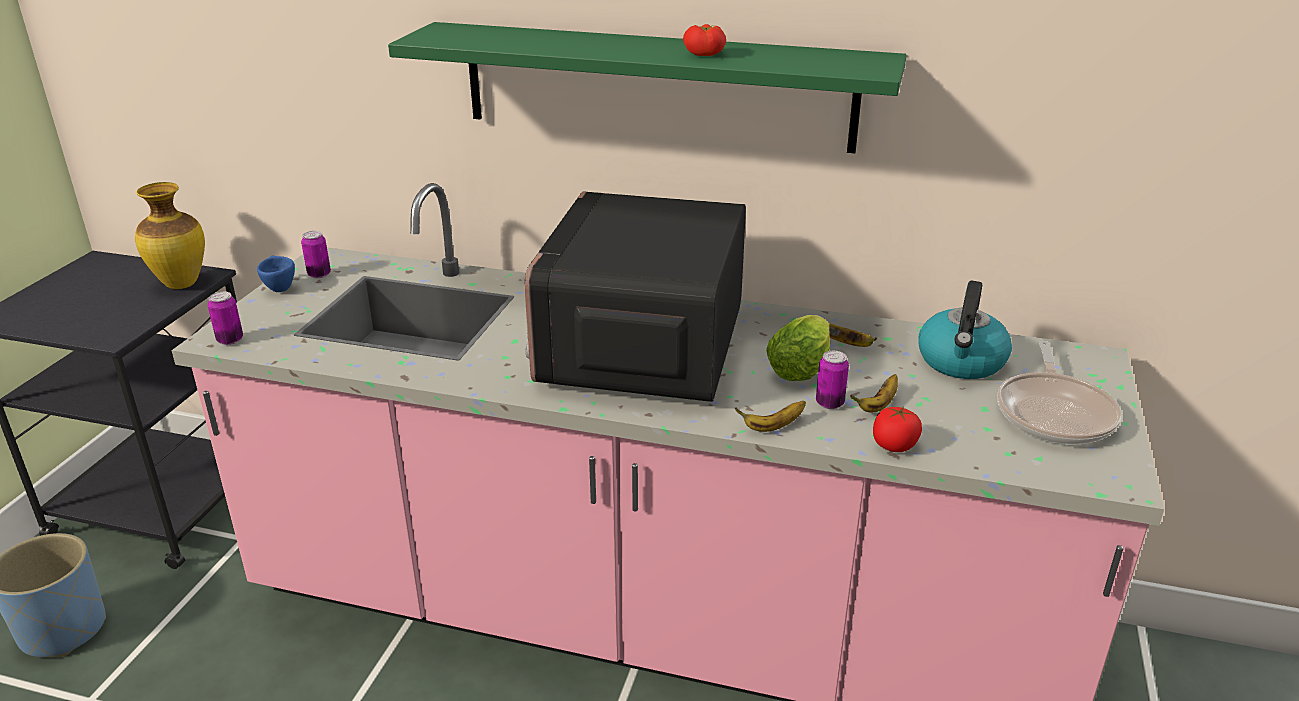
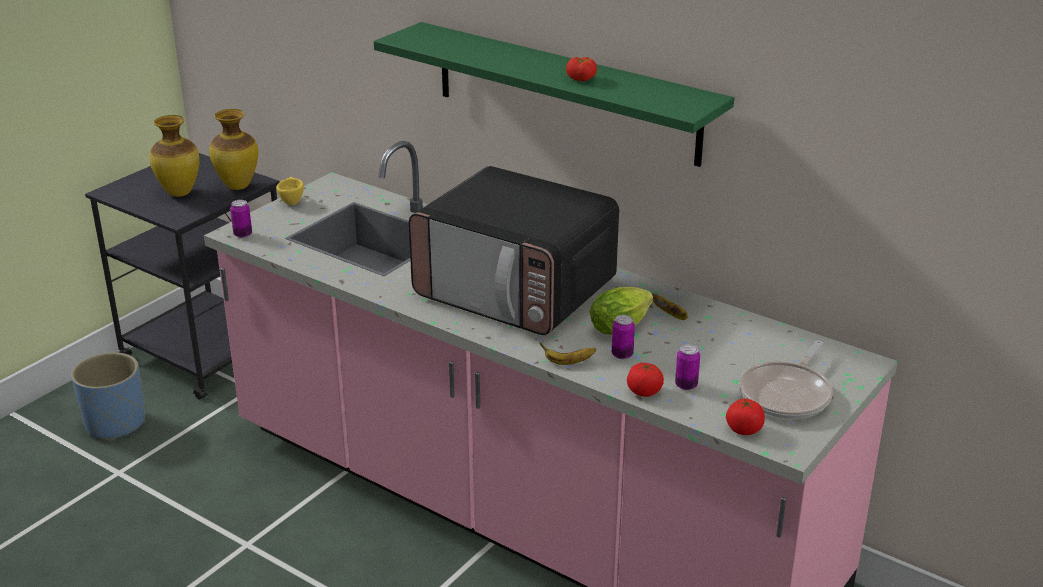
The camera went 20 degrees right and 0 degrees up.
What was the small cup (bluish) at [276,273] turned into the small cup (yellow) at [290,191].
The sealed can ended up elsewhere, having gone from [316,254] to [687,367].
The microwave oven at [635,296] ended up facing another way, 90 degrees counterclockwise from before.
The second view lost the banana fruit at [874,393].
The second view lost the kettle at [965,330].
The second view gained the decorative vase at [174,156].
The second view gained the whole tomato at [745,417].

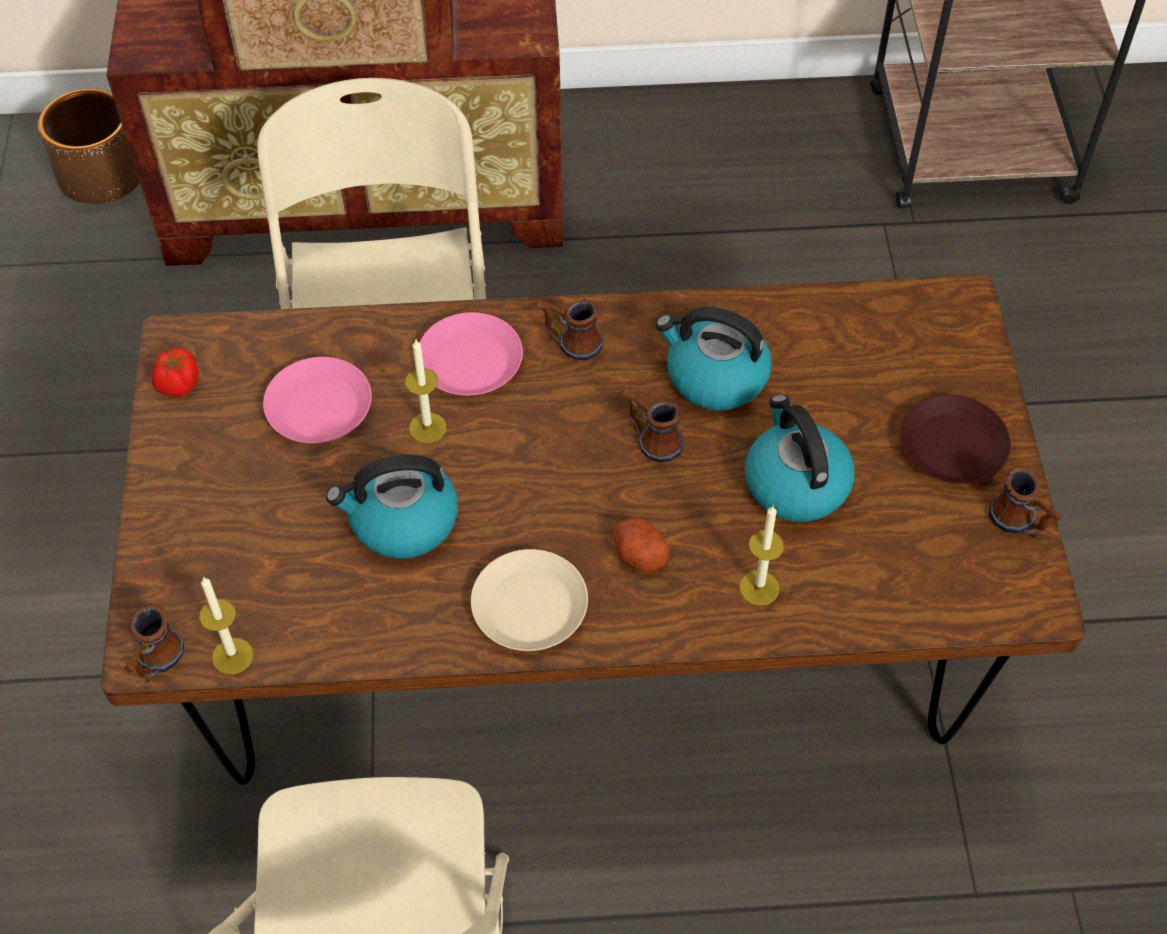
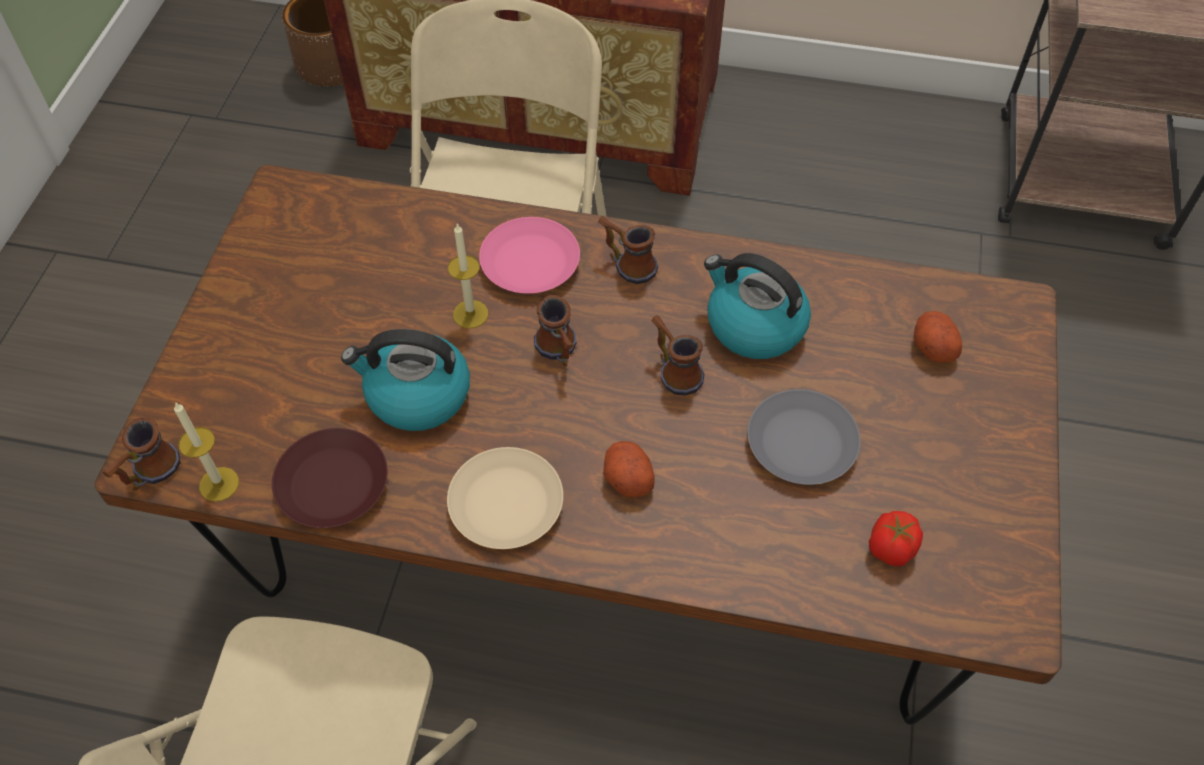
The camera went 15 degrees right and 0 degrees up.
The whole tomato ended up elsewhere, having gone from [175,372] to [896,538].
The second view lost the flat dish (pink) at [317,400].
The second view lost the candle at [761,556].
Where the kettle stood at [800,458], the flat dish (gray) came to stand at [804,437].
The flat dish (brown) ended up elsewhere, having gone from [955,439] to [330,478].
The coffee mug ended up elsewhere, having gone from [1025,502] to [555,330].
The second view gained the potato at [938,337].

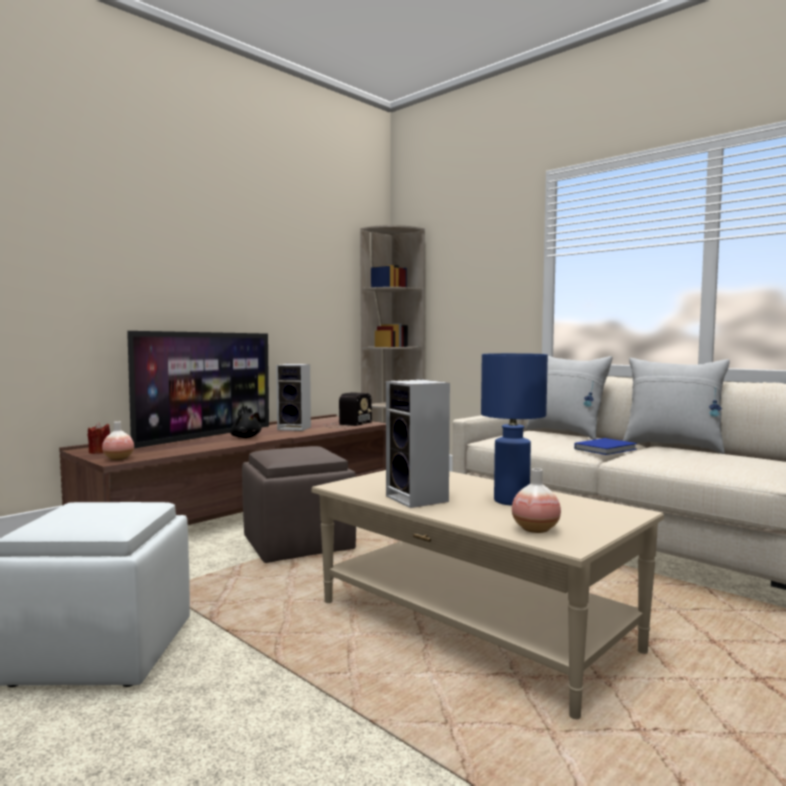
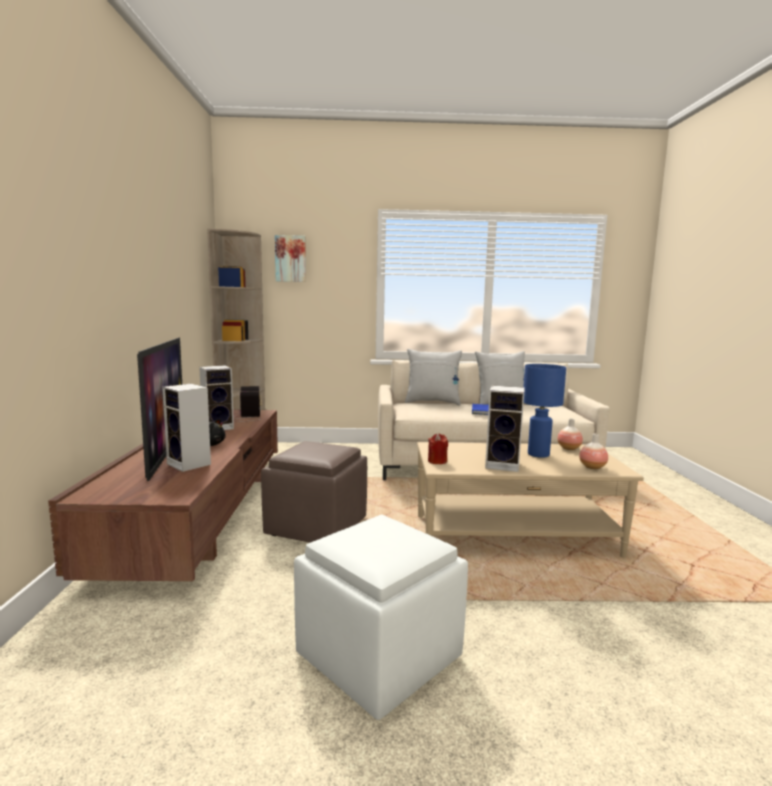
The camera went 45 degrees left and 5 degrees up.
The candle (red) ended up elsewhere, having gone from [99,438] to [438,449].
The decorative vase ended up elsewhere, having gone from [118,440] to [570,434].
The second view gained the speaker at [186,428].
The second view gained the wall art at [290,258].

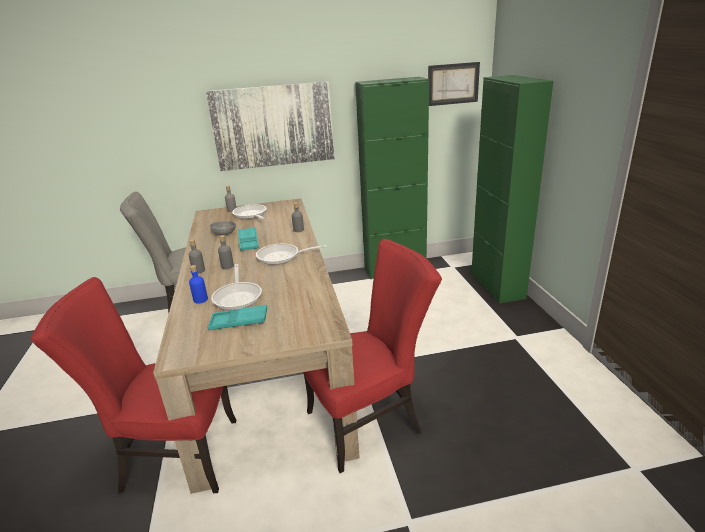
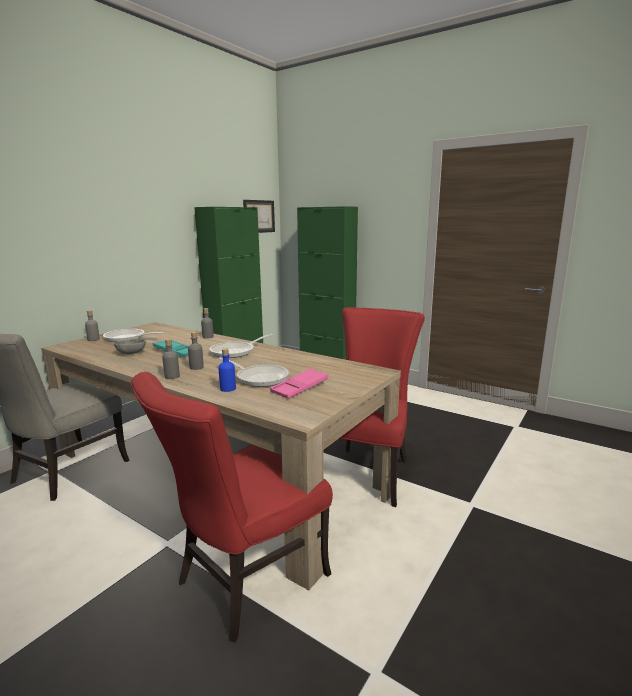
The camera went 45 degrees left and 10 degrees down.
The second view lost the wall art at [270,126].
What was the carrying tray (blue-green) at [237,317] turned into the carrying tray (pink) at [299,383].

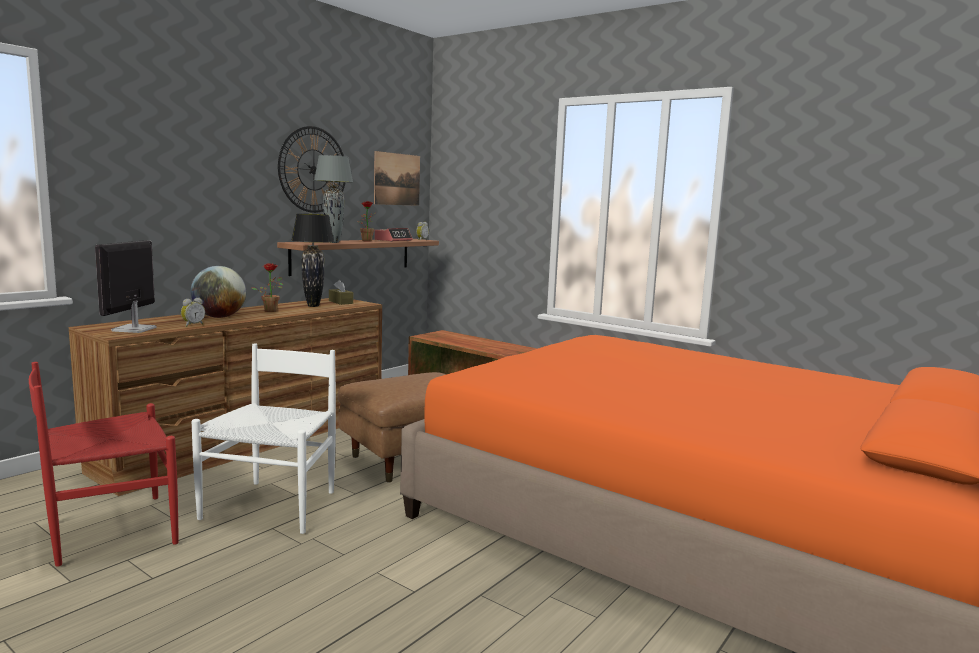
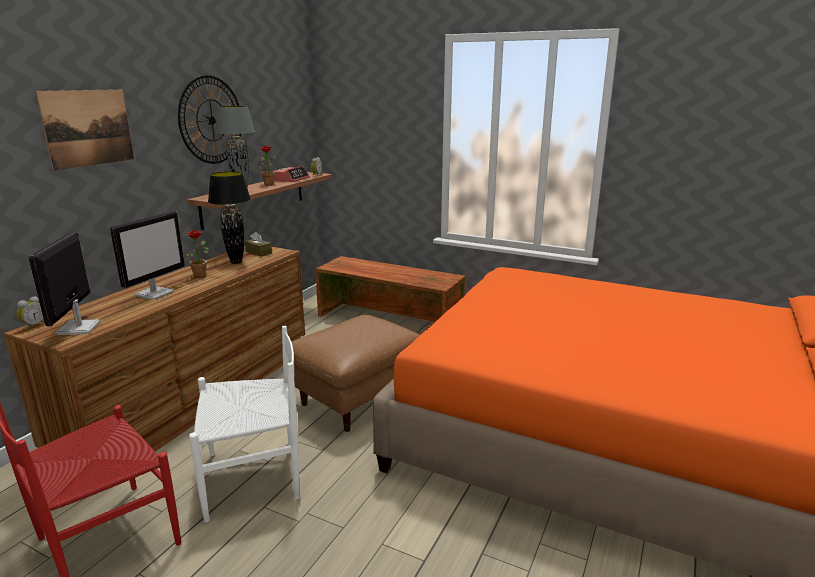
The camera went 10 degrees left and 10 degrees up.
The bedside clock ended up elsewhere, having gone from [193,312] to [30,313].
Where the globe stood at [218,292], the computer display came to stand at [147,255].
The chair (whitish) at [264,438] ended up facing another way, 75 degrees clockwise from before.
The wall art ended up elsewhere, having gone from [397,178] to [85,130].

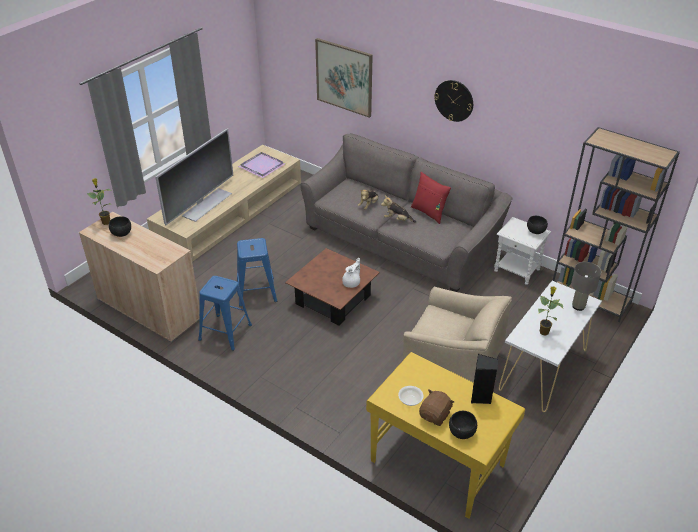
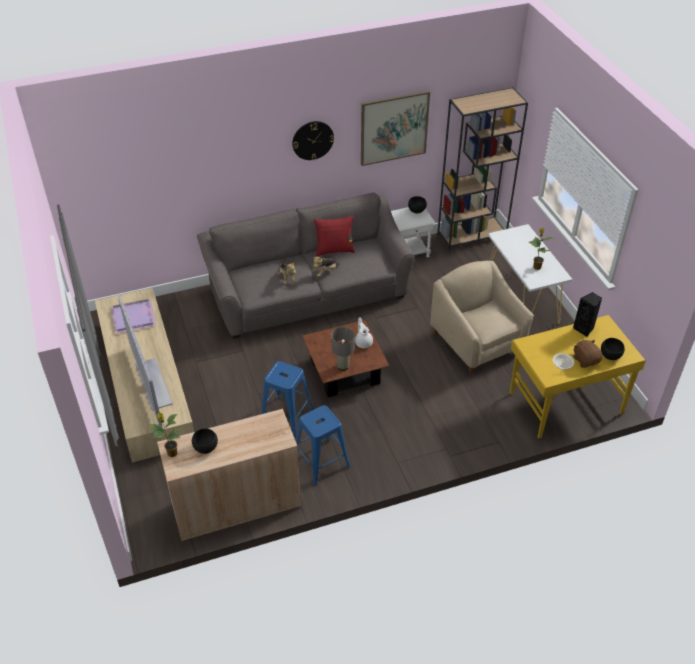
The camera went 55 degrees left and 5 degrees up.
The wall art ended up elsewhere, having gone from [344,78] to [395,128].
The easy chair (beige-coloured) at [457,334] ended up facing another way, 90 degrees counterclockwise from before.
The table lamp (gray) ended up elsewhere, having gone from [586,286] to [343,349].

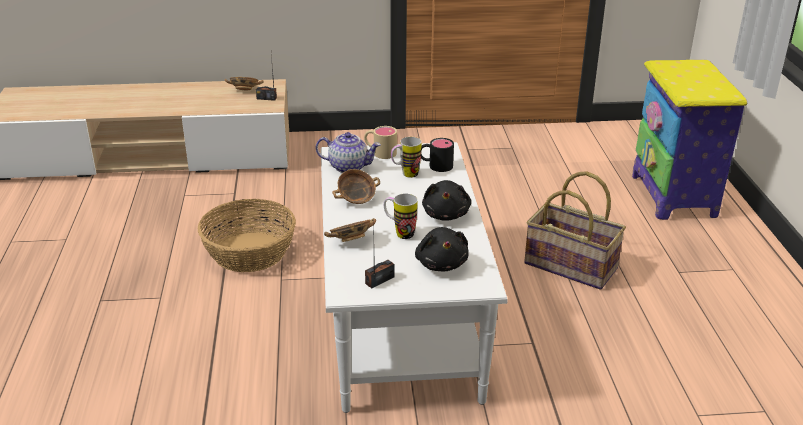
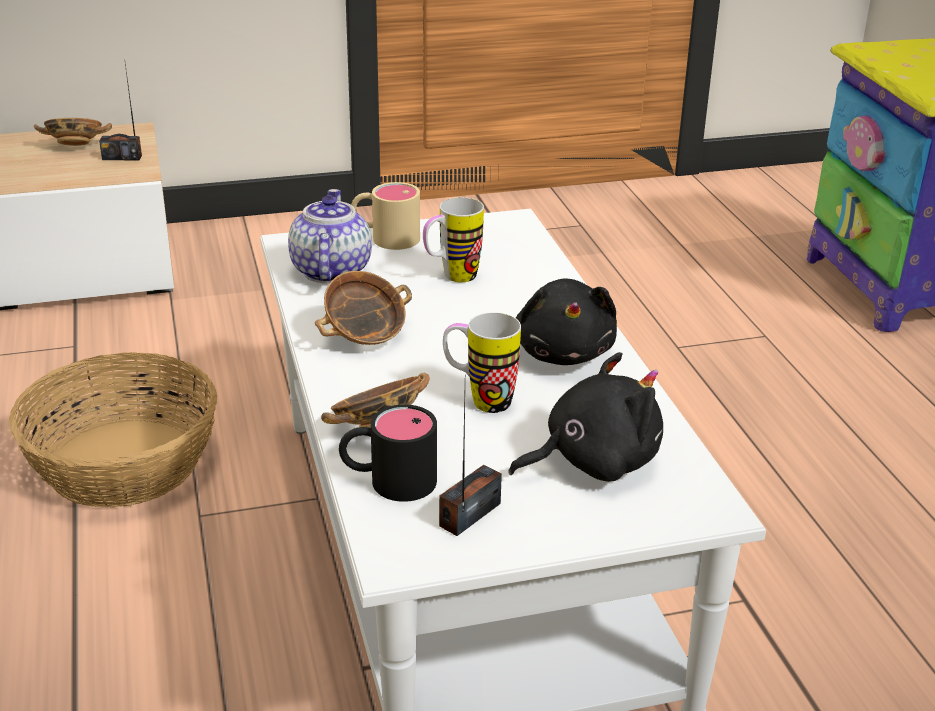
The camera went 10 degrees left and 0 degrees up.
The pot for tea at [348,152] ended up facing another way, 90 degrees counterclockwise from before.
The plush toy (black) at [442,249] ended up facing another way, 90 degrees counterclockwise from before.
The coffee mug (black) ended up elsewhere, having gone from [437,155] to [388,453].
The second view lost the storage basket at [575,230].

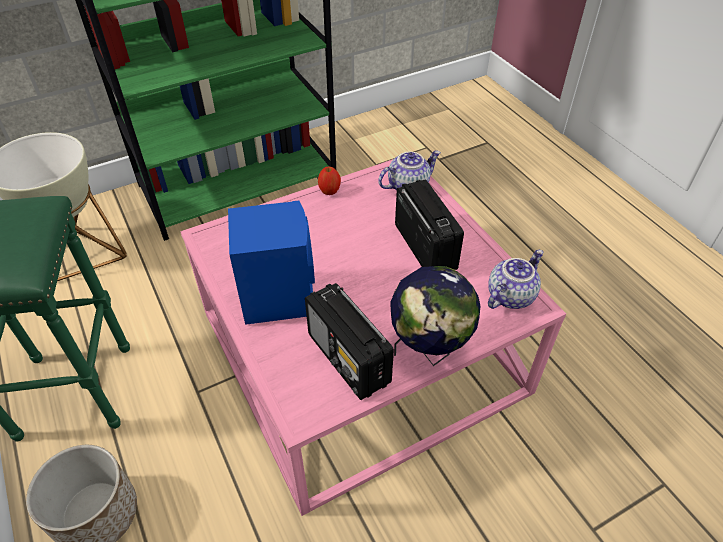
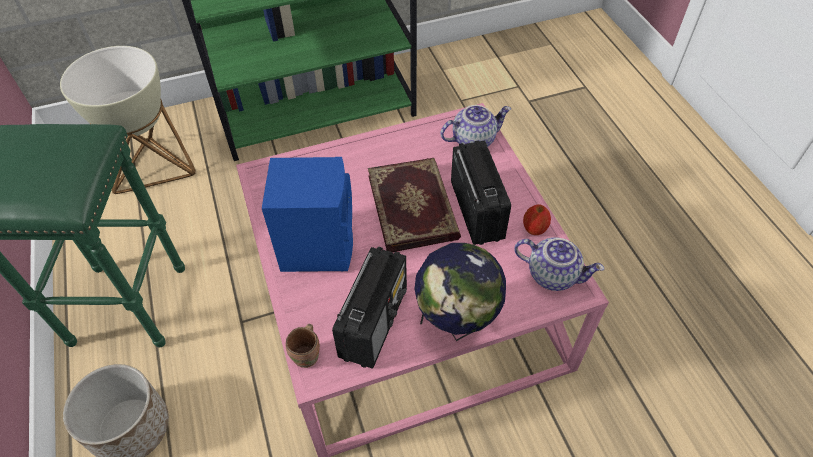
The camera went 10 degrees right and 5 degrees up.
The radio receiver at [349,341] ended up facing another way, 135 degrees counterclockwise from before.
The whole apple ended up elsewhere, having gone from [329,180] to [537,219].
The pot for tea at [516,279] ended up facing another way, 60 degrees clockwise from before.
The second view gained the coffee mug (brown) at [303,346].
The second view gained the bound book at [414,205].

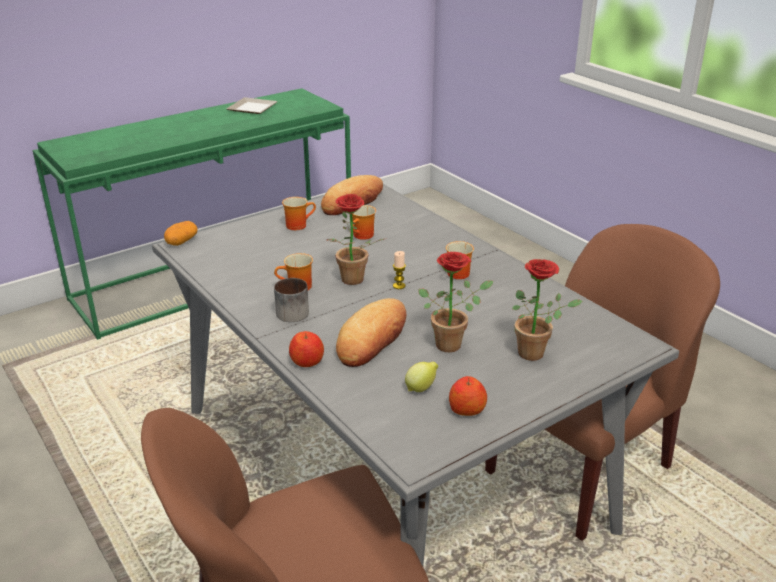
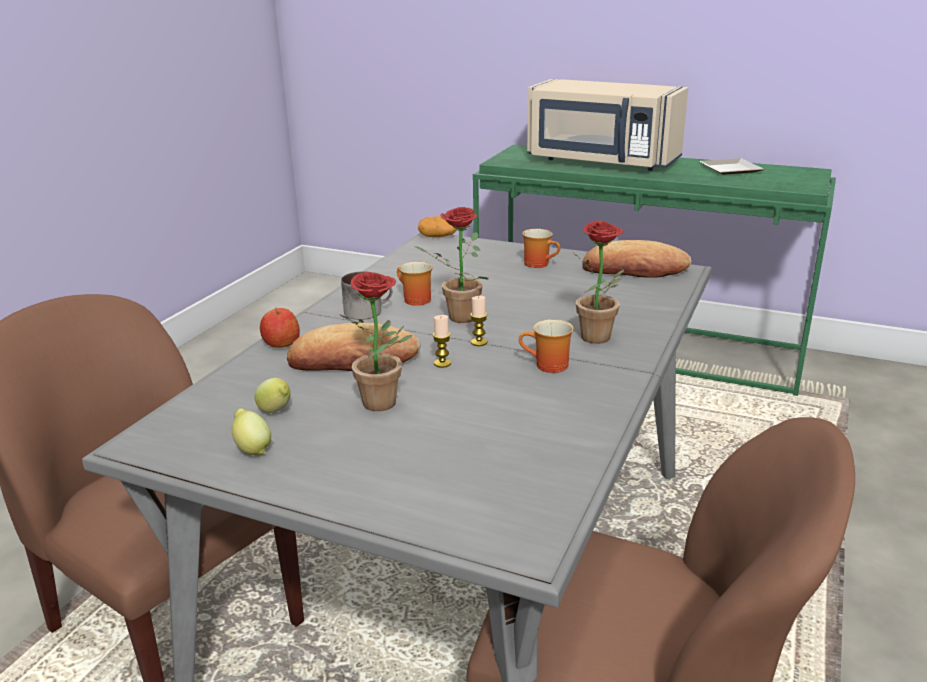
The camera went 60 degrees right and 5 degrees down.
The second view lost the coffee mug at [364,222].
Where the whole apple stood at [468,396], the whole lemon came to stand at [251,431].
The potted plant ended up elsewhere, having gone from [547,310] to [598,282].
The second view gained the candle at [442,341].
The second view gained the microwave oven (beige-coloured) at [607,125].

